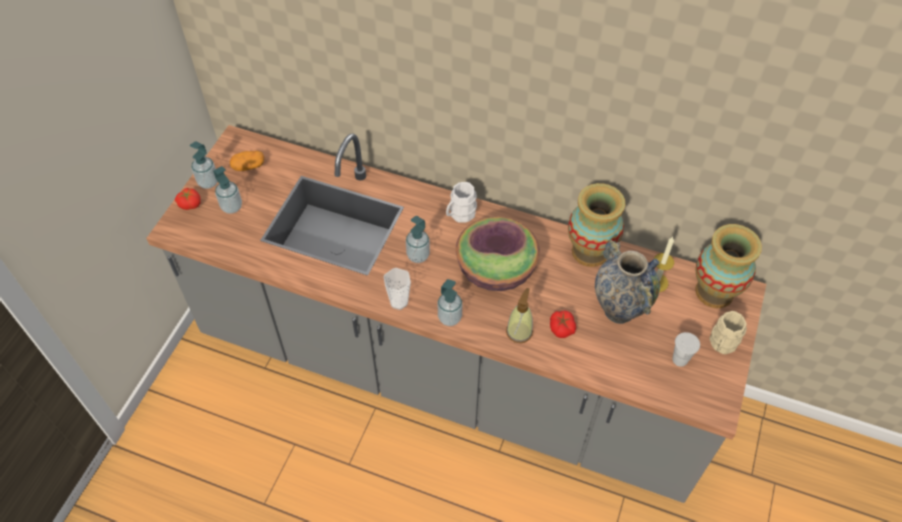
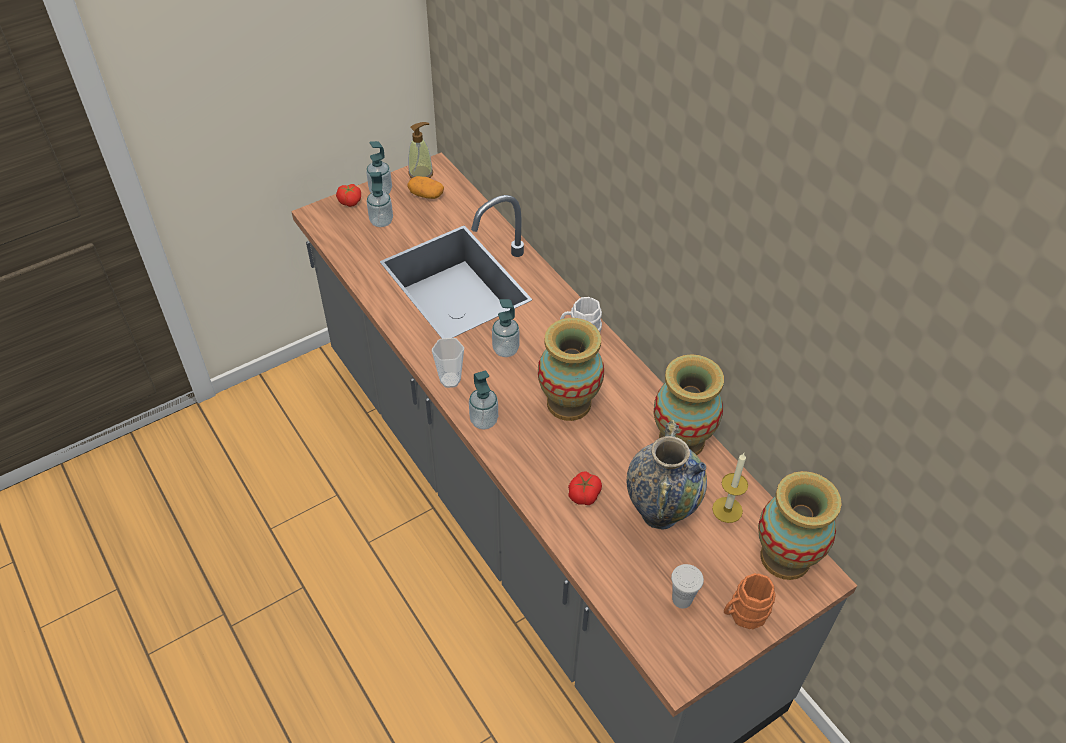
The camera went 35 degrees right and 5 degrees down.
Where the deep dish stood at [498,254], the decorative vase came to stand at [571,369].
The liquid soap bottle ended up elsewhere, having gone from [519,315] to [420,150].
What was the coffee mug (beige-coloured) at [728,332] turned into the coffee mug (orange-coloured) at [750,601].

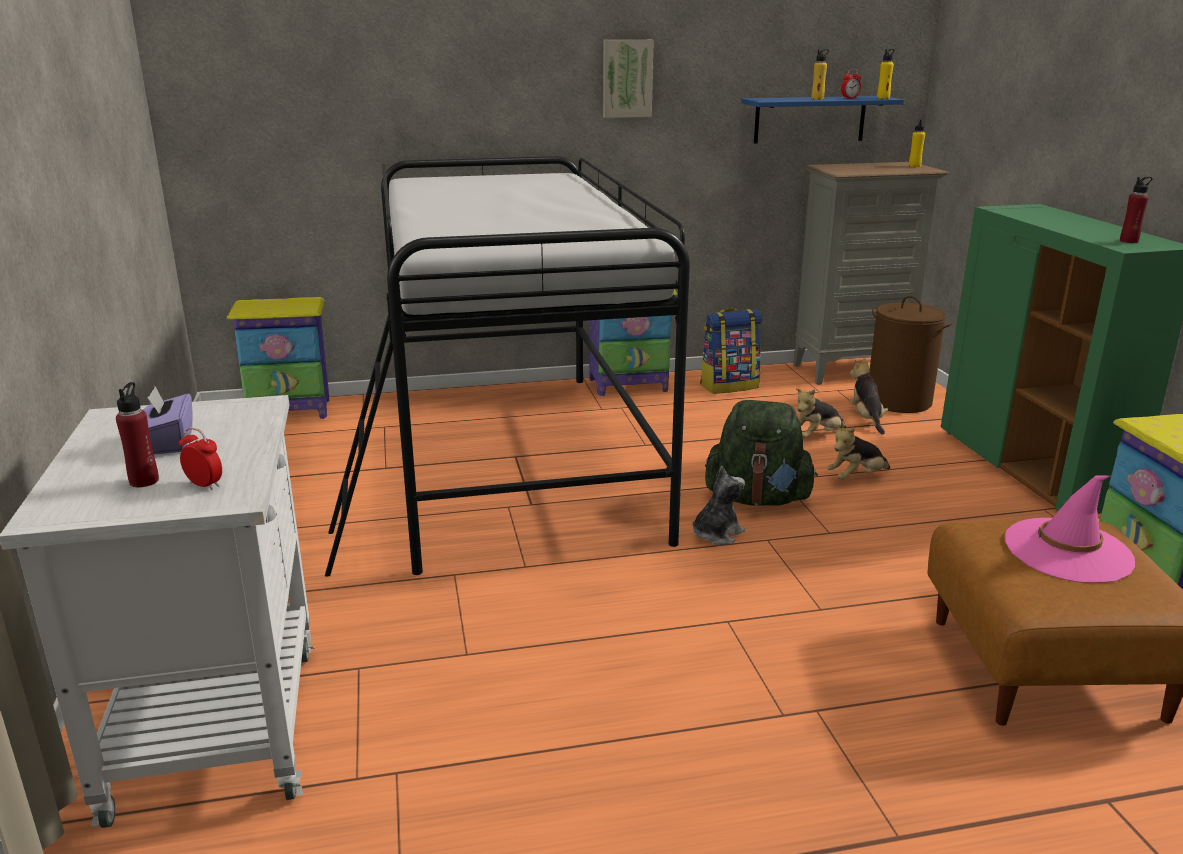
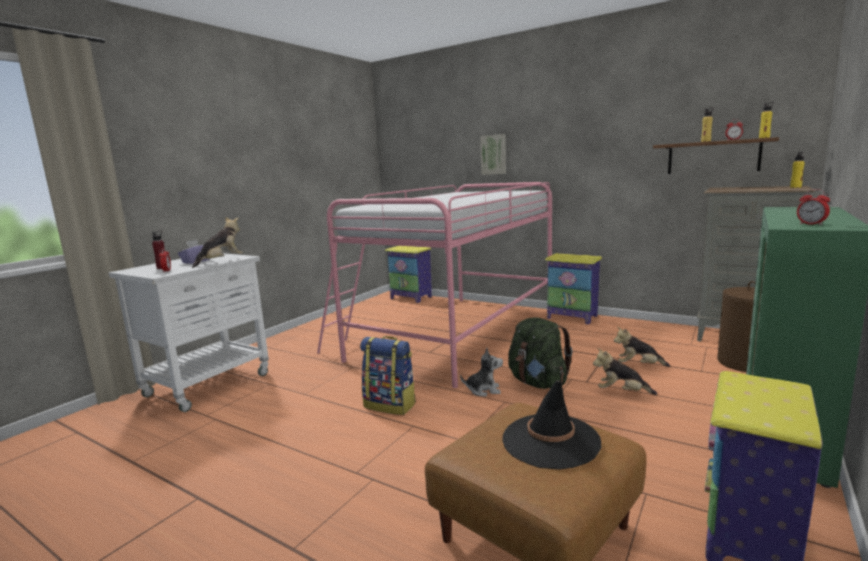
The camera went 45 degrees right and 10 degrees down.
What was the bed (black) at [507,366] turned into the bed (pink) at [434,285].
The wall art ended up elsewhere, having gone from [628,79] to [493,154].
The knapsack ended up elsewhere, having gone from [731,351] to [388,375].
What was the wall shelf (bluish) at [822,120] turned into the wall shelf (brown) at [716,155].
The plush toy ended up elsewhere, having gone from [868,396] to [217,242].
What was the wearable hat (pink) at [1070,529] turned into the wearable hat (black) at [552,425].
Where the bottle (red) stood at [1136,210], the bedside clock came to stand at [813,207].

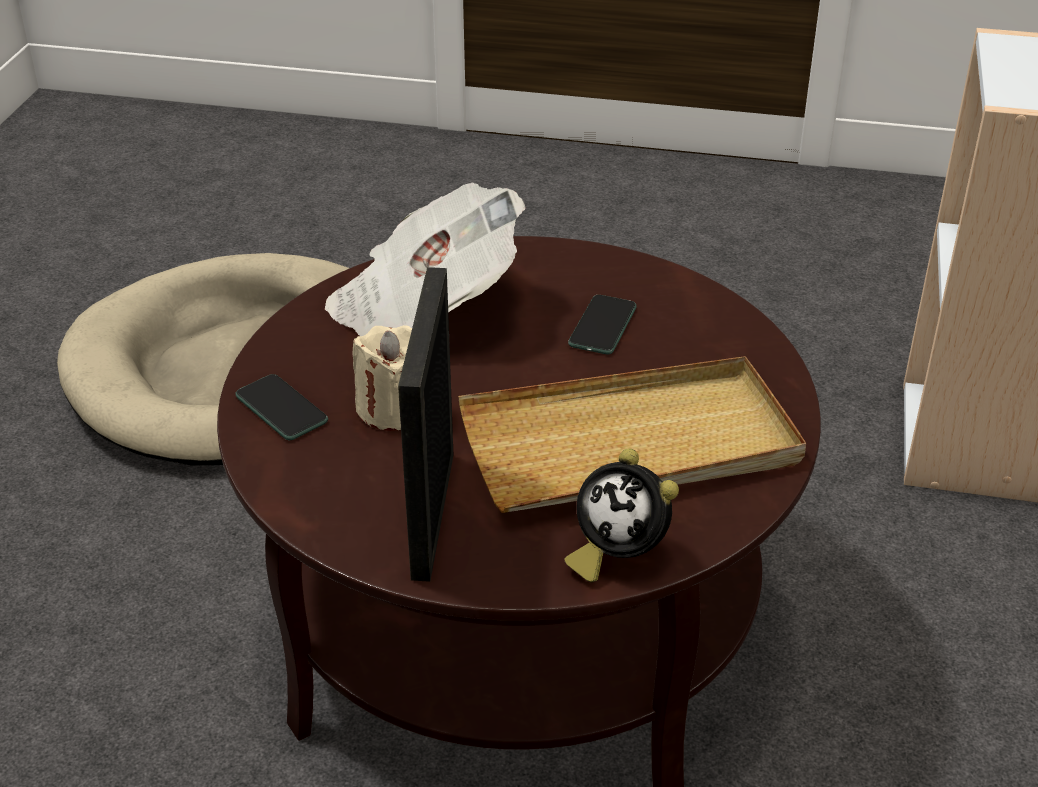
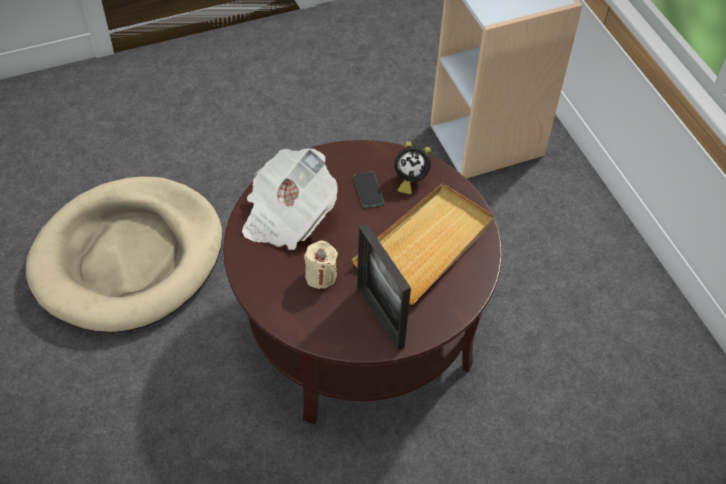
The camera went 35 degrees left and 15 degrees up.
The second view lost the telephone at [281,407].
The bedside clock ended up elsewhere, having gone from [622,515] to [412,167].

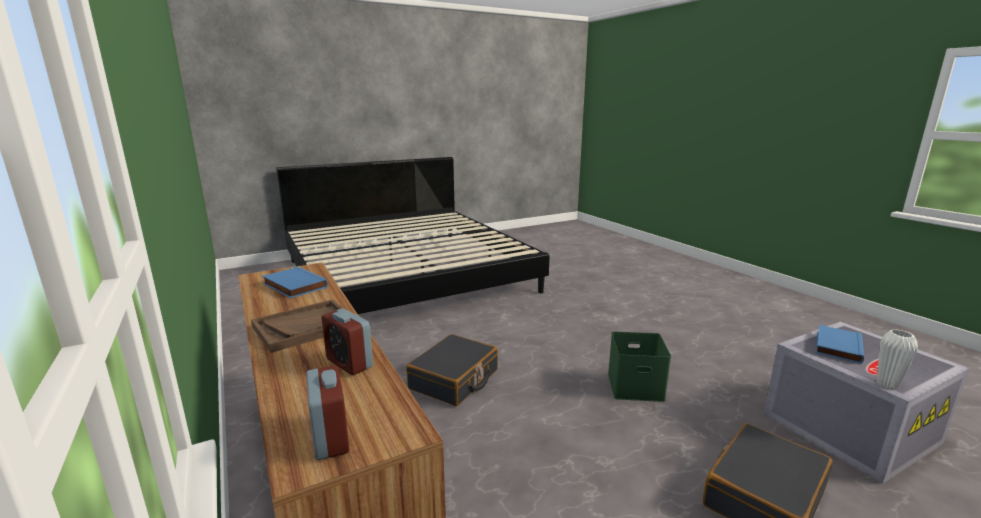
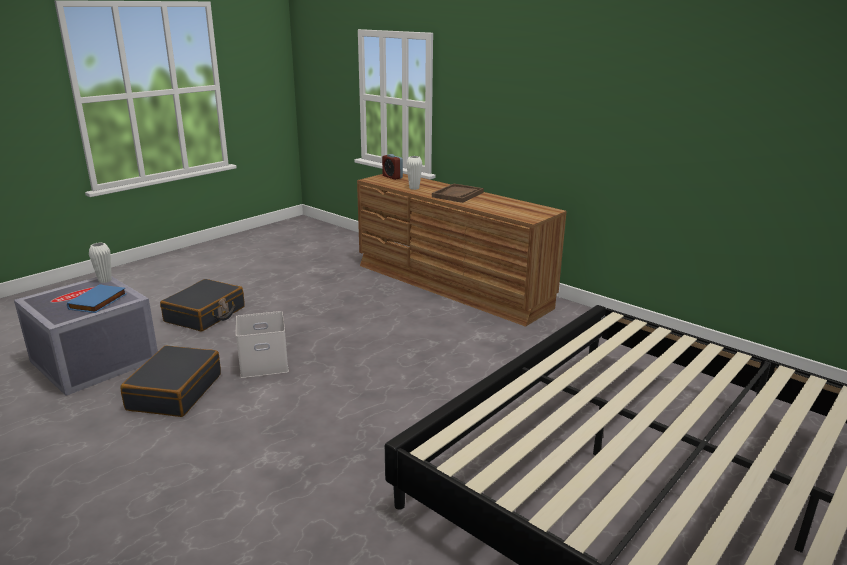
The camera went 160 degrees right and 5 degrees up.
The second view lost the bound book (bluish) at [295,282].
Where the bedside clock stood at [347,341], the decorative vase (whitish) came to stand at [414,173].
The travel case (black) ended up elsewhere, having gone from [452,370] to [170,381].
What was the storage bin (greenish) at [639,366] turned into the storage bin (whitish) at [262,344].

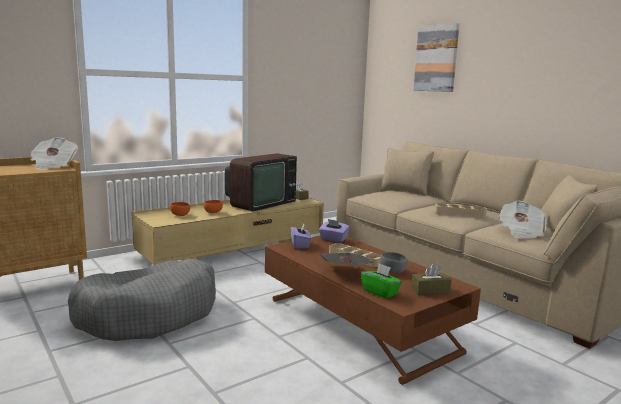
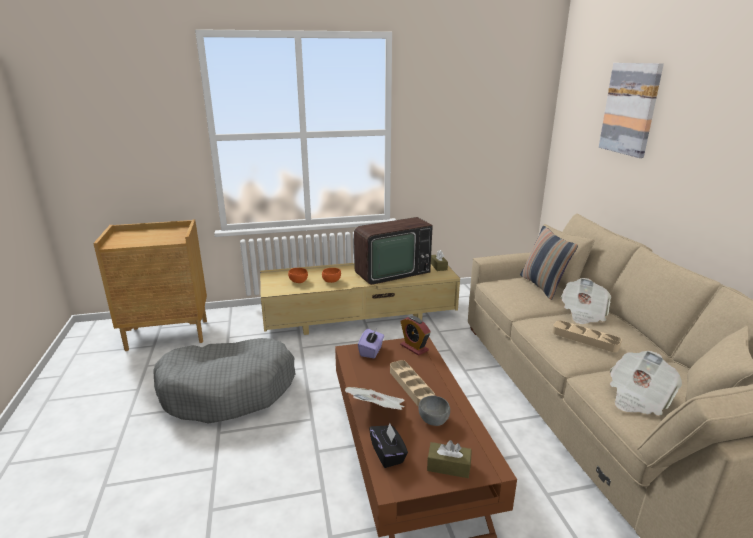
The camera went 25 degrees right and 10 degrees up.
The daily paper ended up elsewhere, having gone from [54,154] to [586,301].
Where the box of tissues (purple) stood at [334,230], the bedside clock came to stand at [415,336].
What was the box of tissues (greenish) at [381,281] turned into the box of tissues (black) at [388,445].
The second view gained the cushion at [549,263].

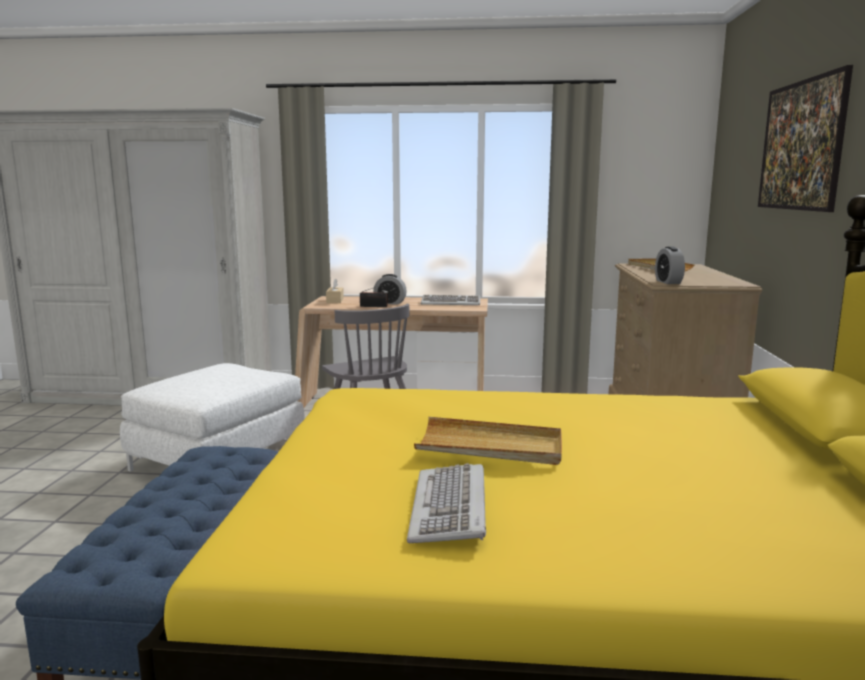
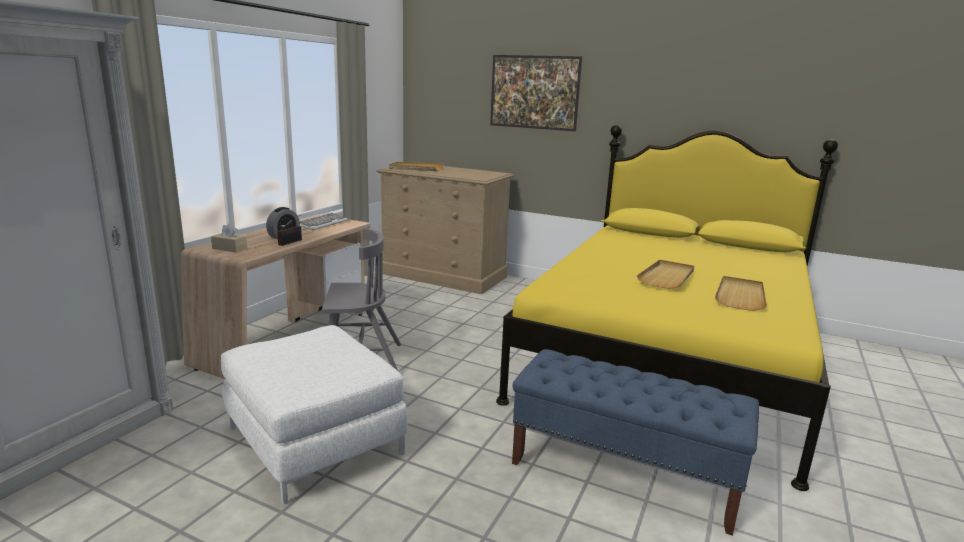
The camera went 70 degrees left and 5 degrees up.
Where the computer keyboard stood at [446,503], the carrying tray (beige-coloured) came to stand at [741,293].
The second view lost the bedside clock at [670,265].

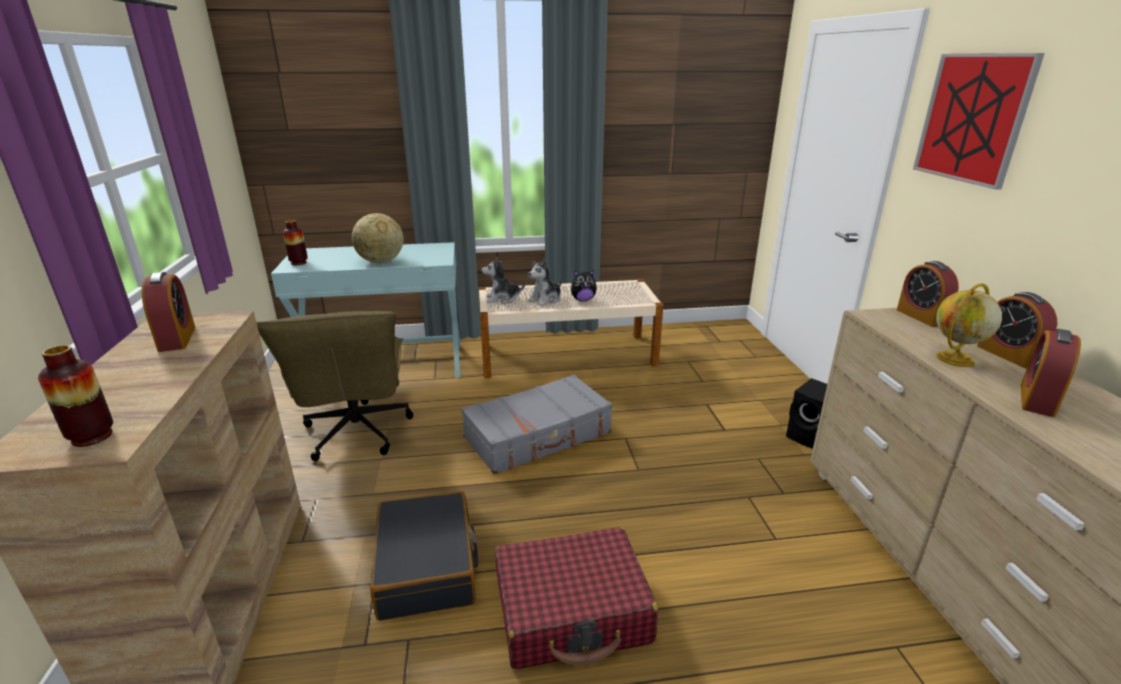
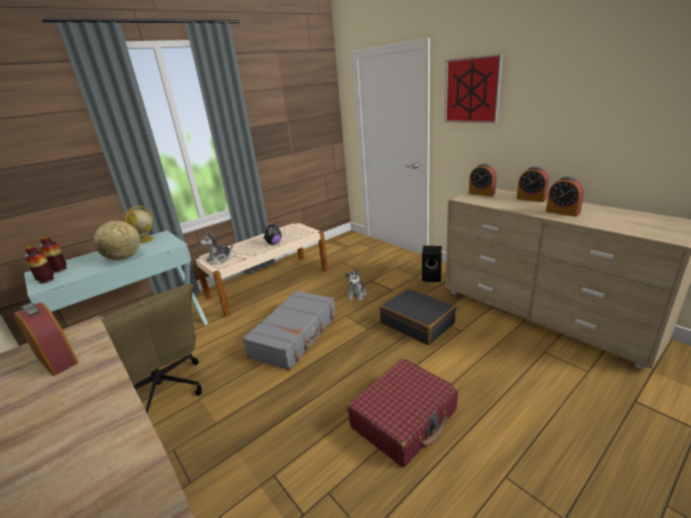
The camera went 30 degrees left and 0 degrees up.
The decorative vase ended up elsewhere, having gone from [75,396] to [53,254].
The travel case (black) ended up elsewhere, having gone from [424,556] to [417,316].
The plush toy ended up elsewhere, having gone from [545,282] to [355,285].
The globe ended up elsewhere, having gone from [969,325] to [139,224].
The bedside clock at [1050,373] ended up facing another way, 45 degrees counterclockwise from before.

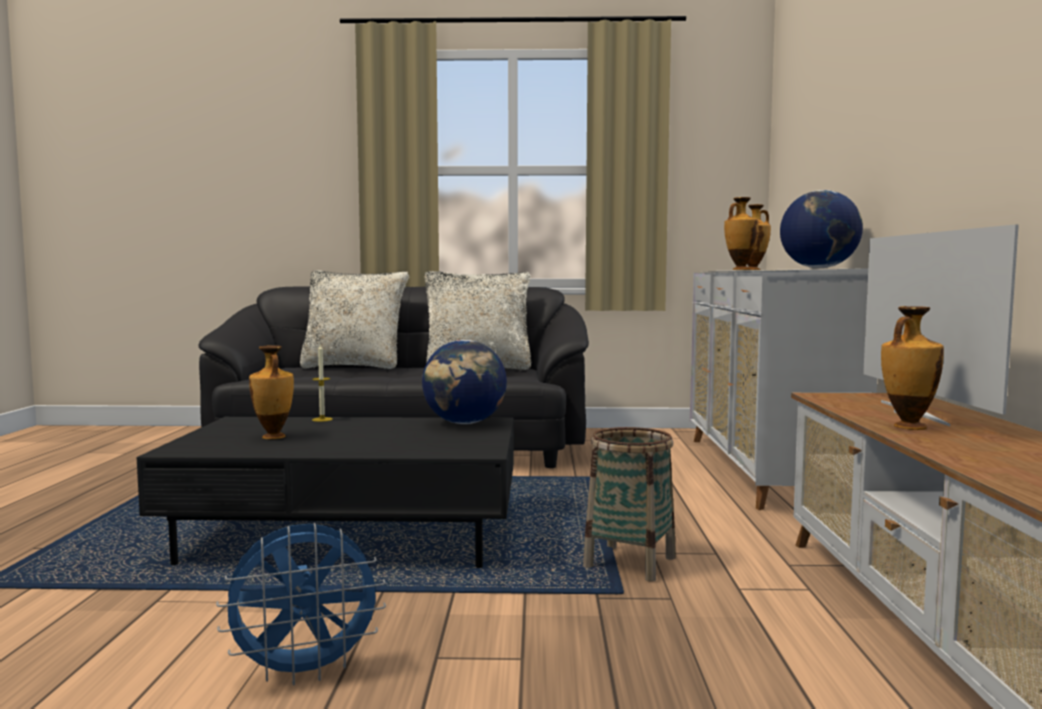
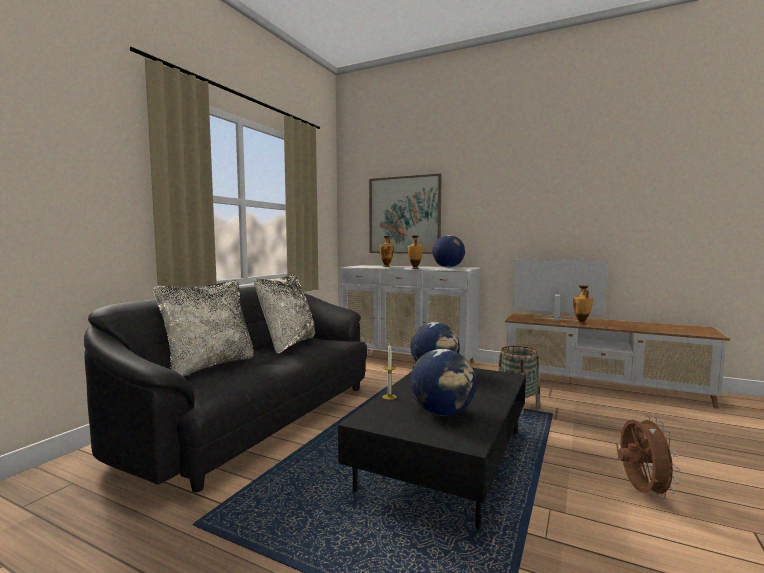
The camera went 65 degrees left and 0 degrees up.
What was the electric fan (bluish) at [301,604] turned into the electric fan (brown) at [649,457].
Where the decorative vase stood at [271,392], the globe came to stand at [443,382].
The second view gained the wall art at [405,214].

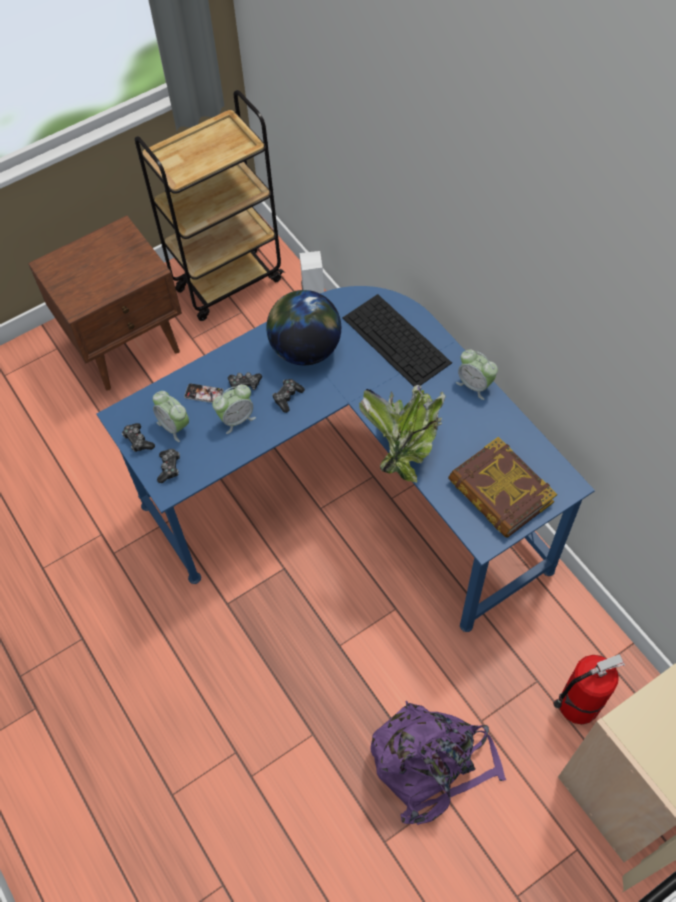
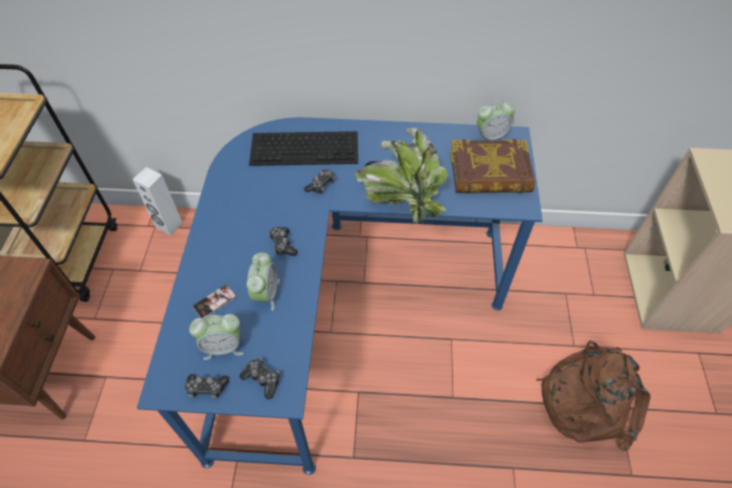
The camera went 55 degrees left and 5 degrees down.
The gamepad ended up elsewhere, having gone from [245,381] to [319,181].
The second view lost the globe at [303,327].
What was the knapsack (purple) at [438,763] turned into the knapsack (brown) at [593,395].
The bedside clock ended up elsewhere, having gone from [477,375] to [496,120].
The second view lost the extinguisher at [589,689].

